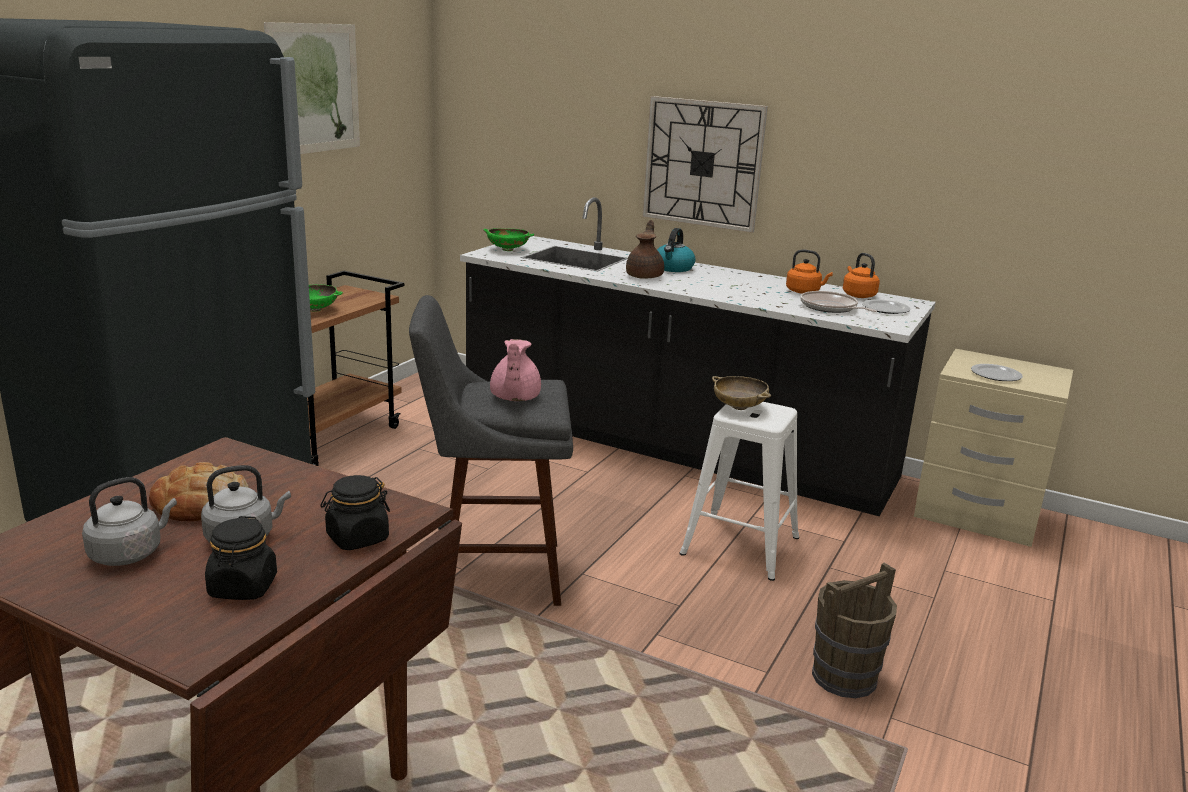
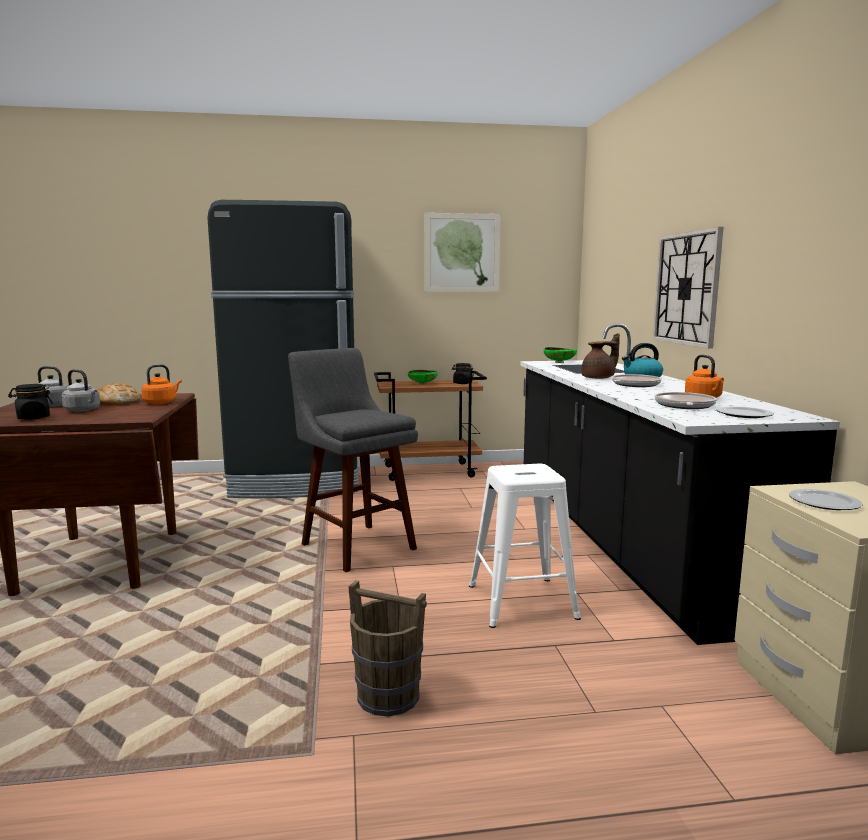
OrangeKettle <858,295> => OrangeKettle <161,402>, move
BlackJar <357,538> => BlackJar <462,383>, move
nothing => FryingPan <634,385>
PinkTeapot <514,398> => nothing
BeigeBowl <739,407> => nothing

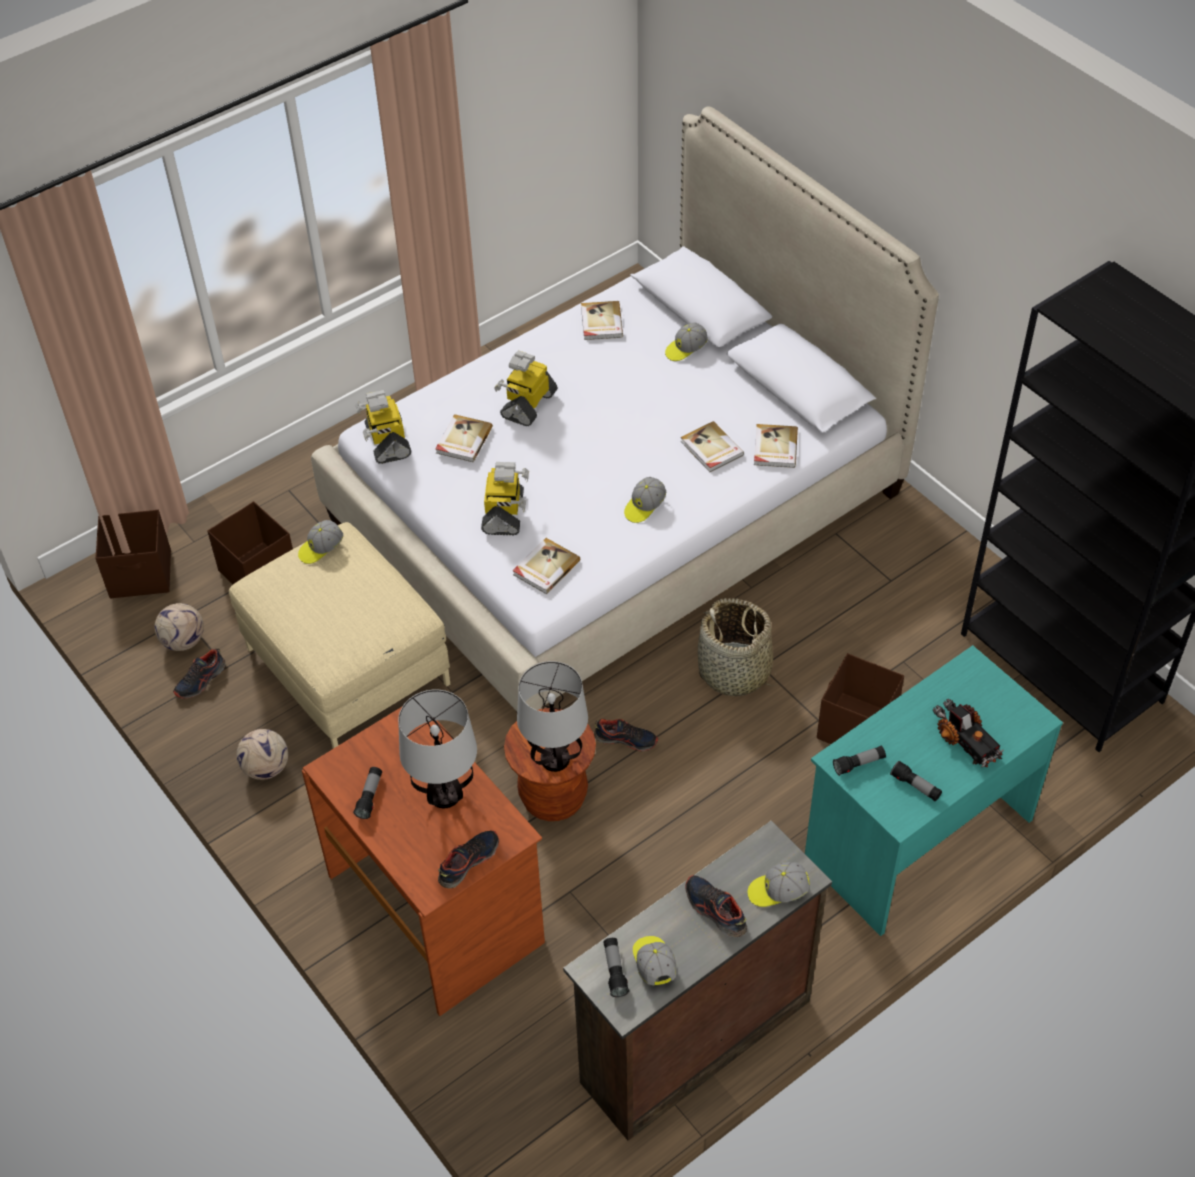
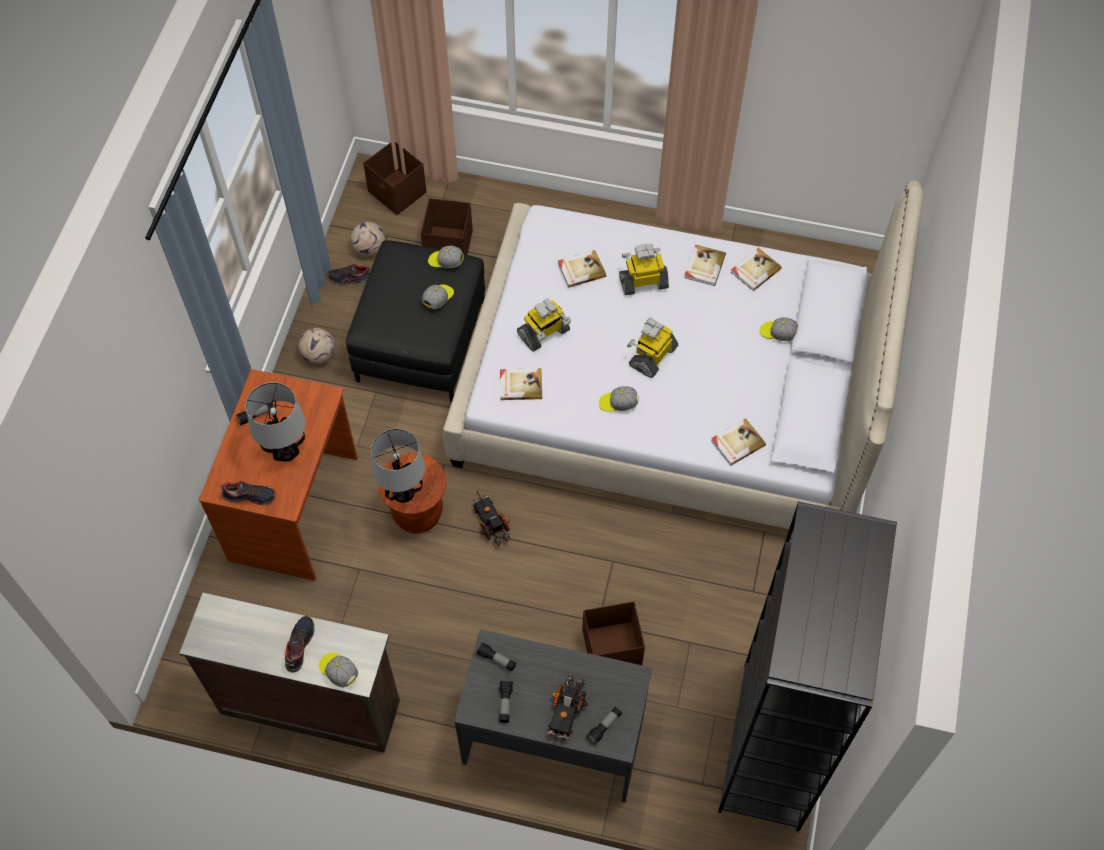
BeigeOttoman <348,666> => BlackOttoman <422,341>
Cap <653,964> => Cap <438,299>, move
TurquoiseDesk <916,838> => GreyDesk <553,739>
Shoe <626,739> => ToyTruck <491,523>
Flashlight <615,971> => Flashlight <604,727>, move
ToyRobot <387,441> => ToyRobot <652,356>, move
Book <711,449> => Book <704,266>, move
Basket <735,672> => nothing

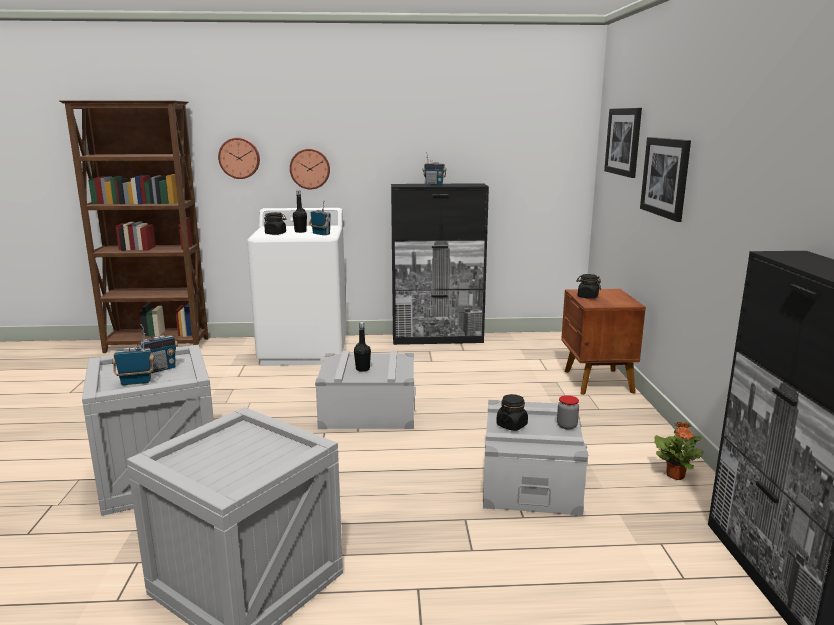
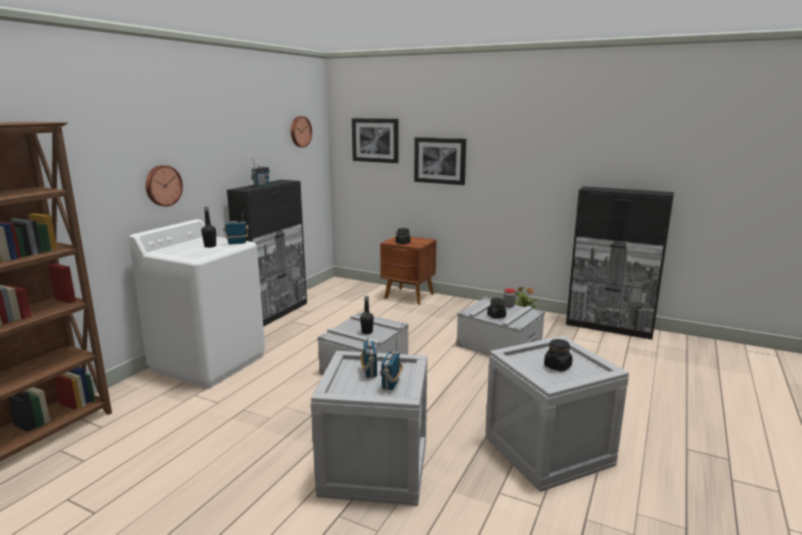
WallClock <239,158> => WallClock <300,131>, move
BlackJar <275,233> => BlackJar <557,366>, move

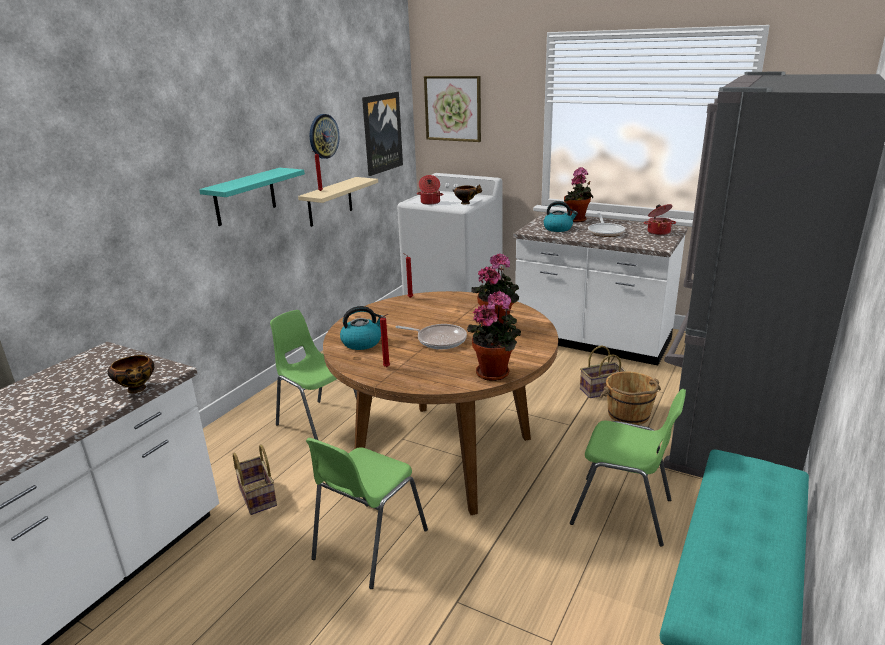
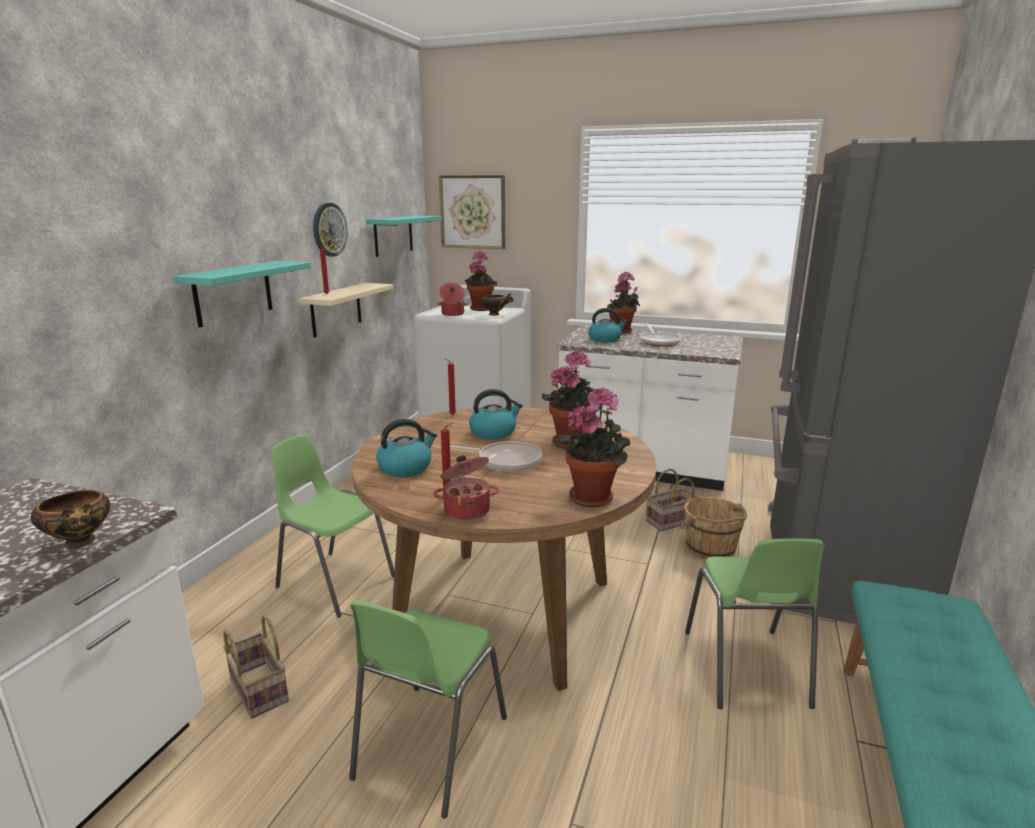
Picture <381,133> => TurquoiseShelf <393,235>
CookingPot <658,232> => CookingPot <467,510>, move
nothing => PottedPlant <480,308>
nothing => Kettle <494,432>
GreenChair <622,512> => GreenChair <746,669>, 75 degrees clockwise

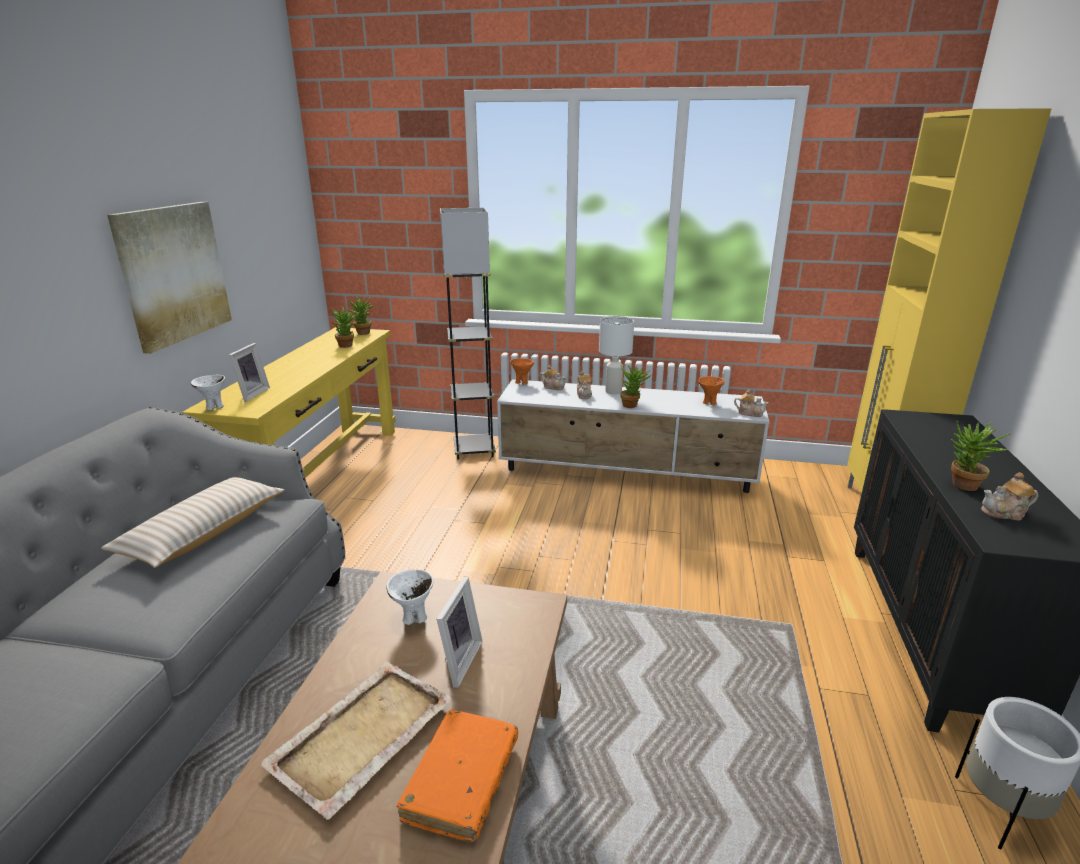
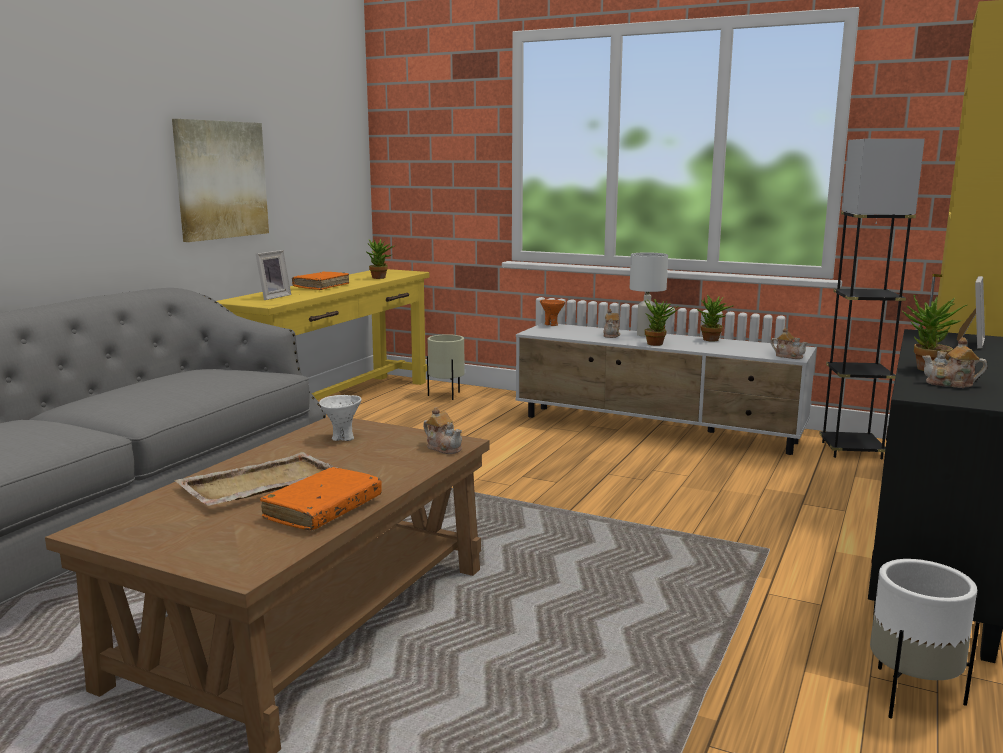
nothing => OrangeBook <321,286>
Teapot <553,387> => Teapot <444,448>, move
nothing => BeigePlanter <447,396>
PottedPlant <364,333> => PottedPlant <712,340>, move
GreyFloorLamp <474,450> => GreyFloorLamp <851,450>, move
PictureFrame <456,661> => PictureFrame <969,342>, move
BeigePillow <203,532> => nothing
WhiteBowl <214,407> => nothing
OrangeBowl <709,403> => nothing

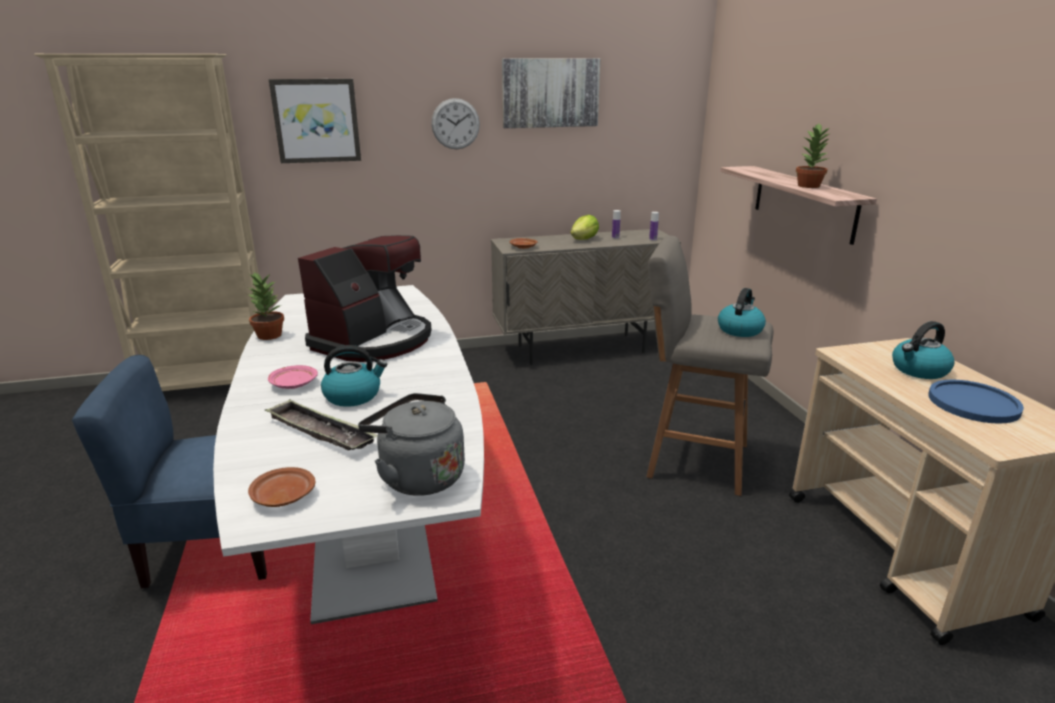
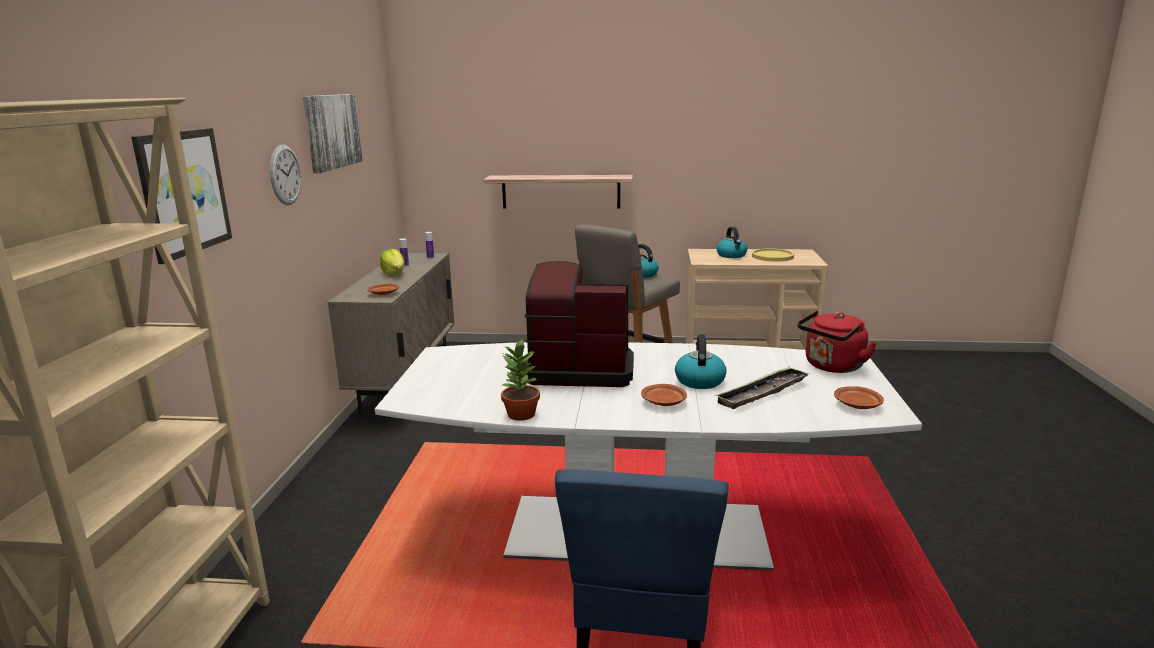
CoffeeMachine <374,341> => CoffeeMachine <579,369>, 45 degrees counterclockwise
PinkPlate <293,384> => BrownPlate <663,402>
BluePlate <973,403> => YellowPlate <772,256>
GreyKettle <417,476> => RedKettle <832,367>
PottedPlant <809,186> => nothing

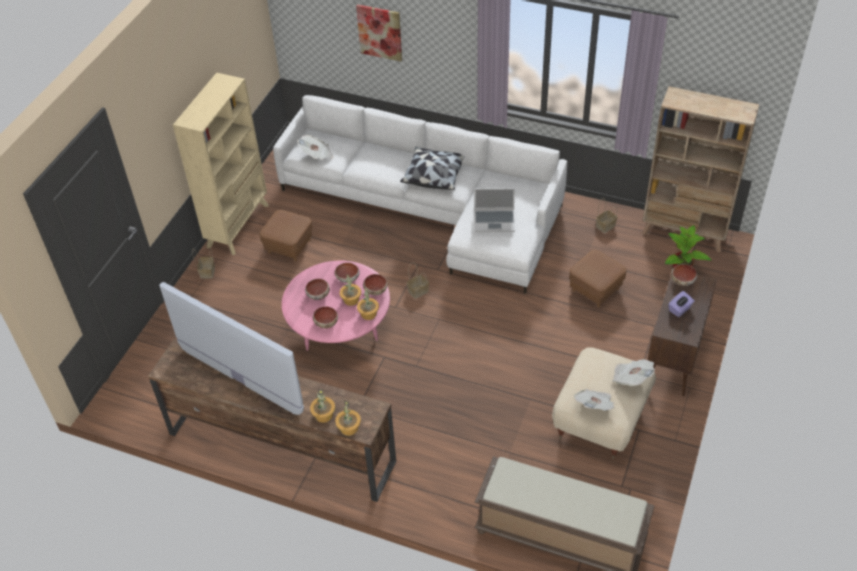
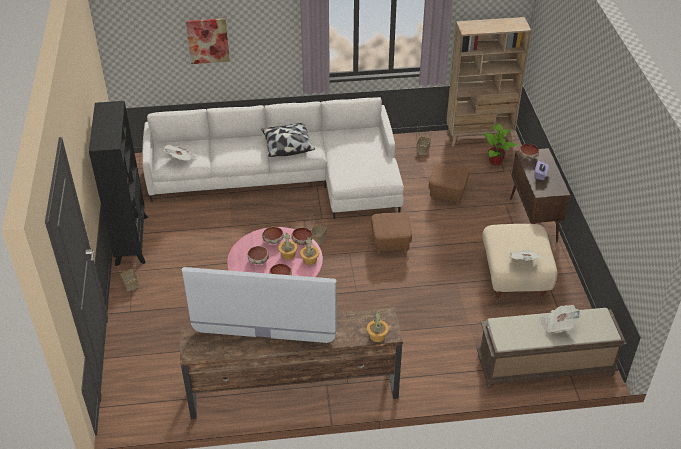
BeigeBookcase <238,225> => BlackBookcase <132,240>
BrownOttoman <289,246> => BrownOttoman <390,243>, move
Newspaper <631,378> => Newspaper <557,325>, move
PottedPlant <324,415> => nothing
Laptop <495,221> => nothing

